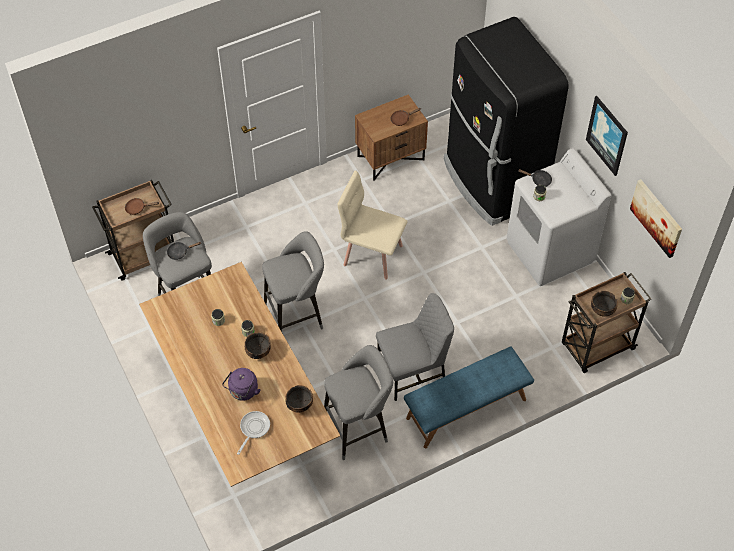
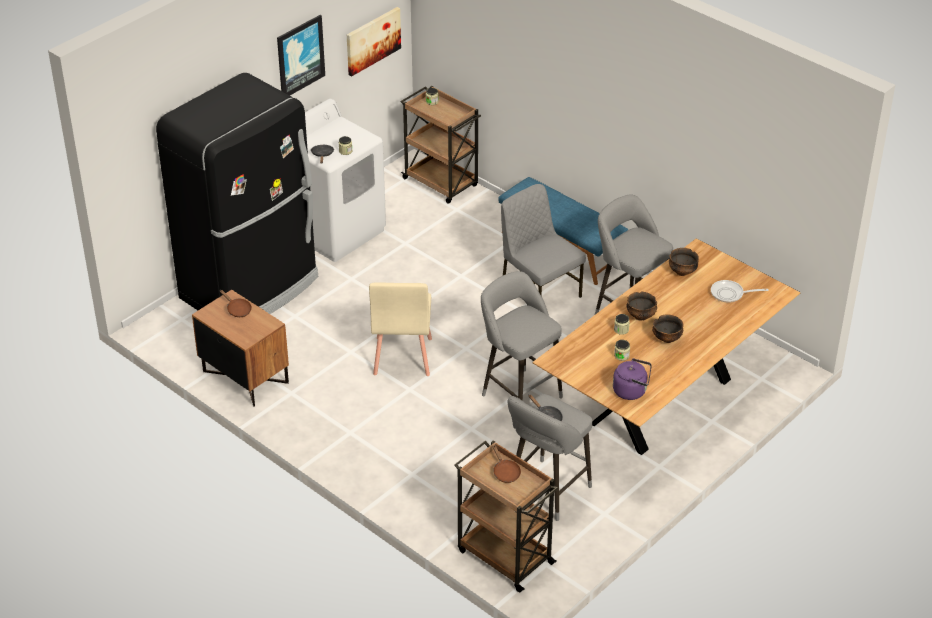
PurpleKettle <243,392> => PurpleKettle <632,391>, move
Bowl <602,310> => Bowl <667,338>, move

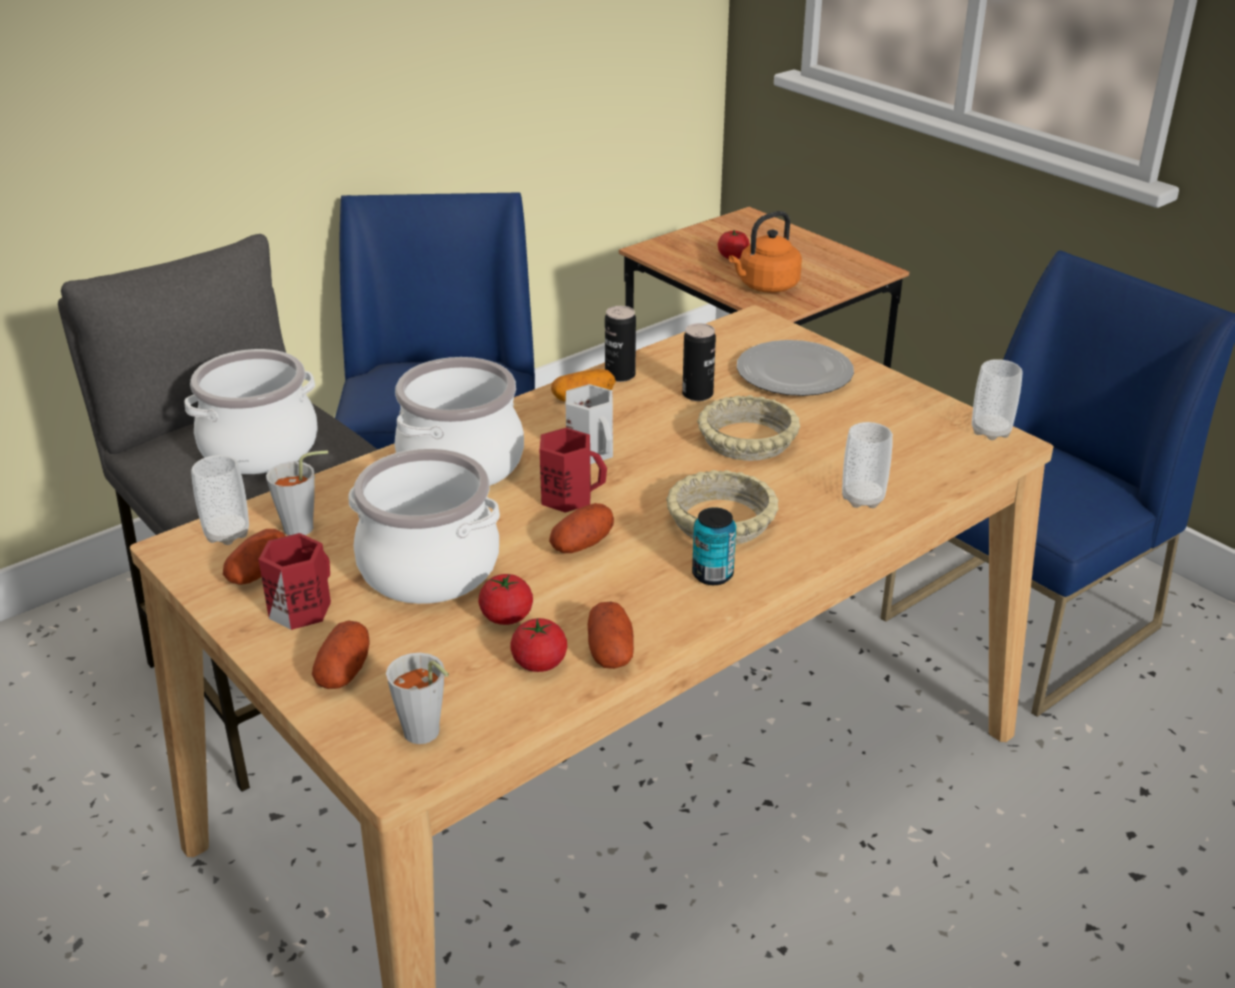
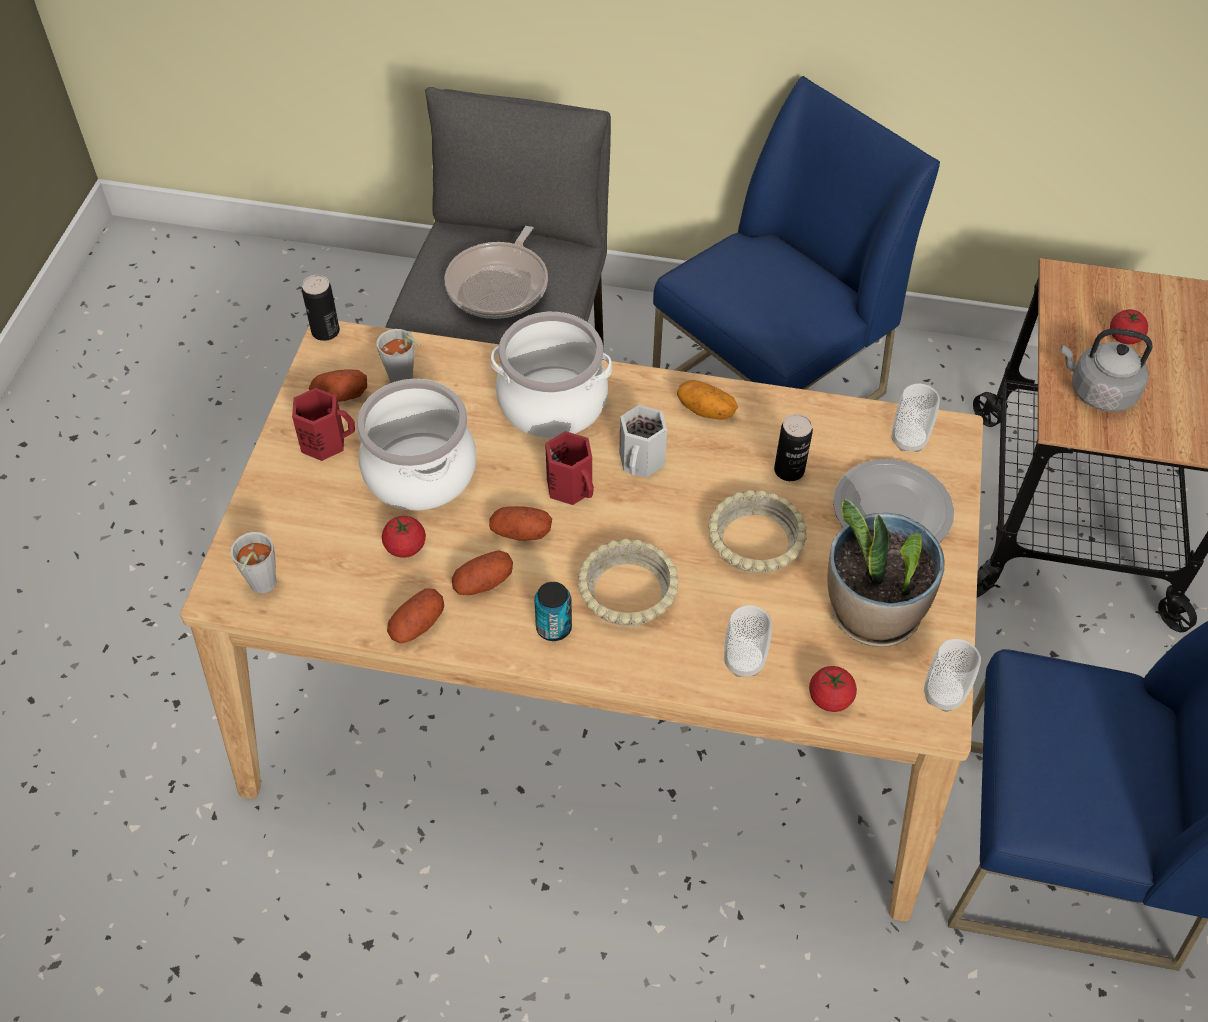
Can <620,375> => Can <325,331>, move
CookingPot <259,448> => FryingPan <501,283>
Potato <344,672> => Potato <483,583>, move
Tomato <539,663> => Tomato <830,698>, move
nothing => PottedPlant <872,614>
Cup <227,534> => Cup <908,440>, move
OrangeKettle <765,286> => GreyKettle <1098,392>

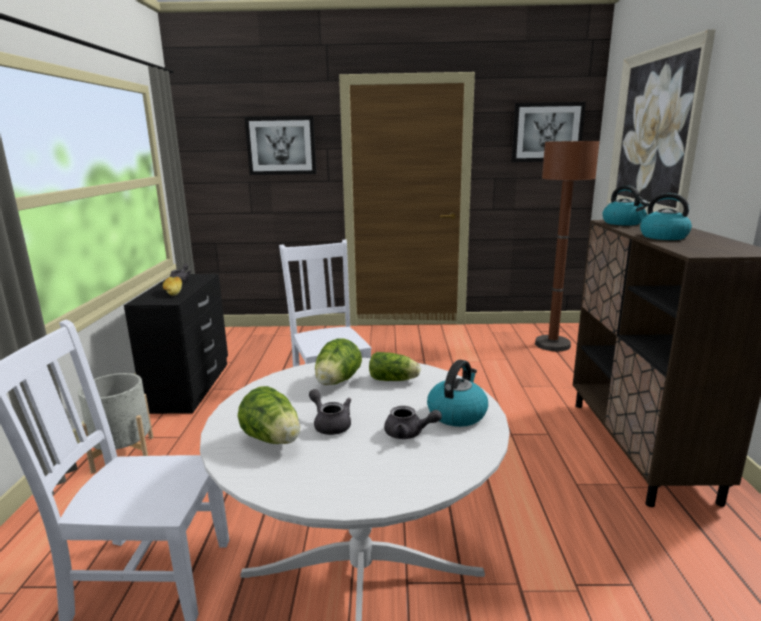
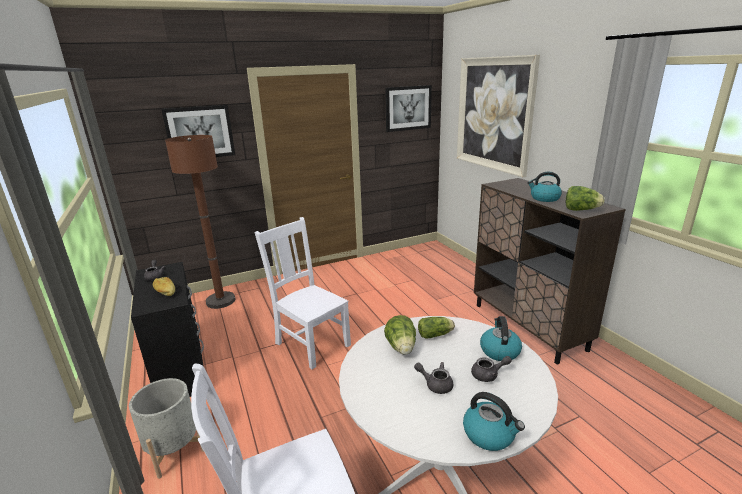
BrownFloorLamp <552,344> => BrownFloorLamp <221,301>, move
Kettle <623,223> => Kettle <489,434>, move
Lettuce <273,439> => Lettuce <581,210>, move

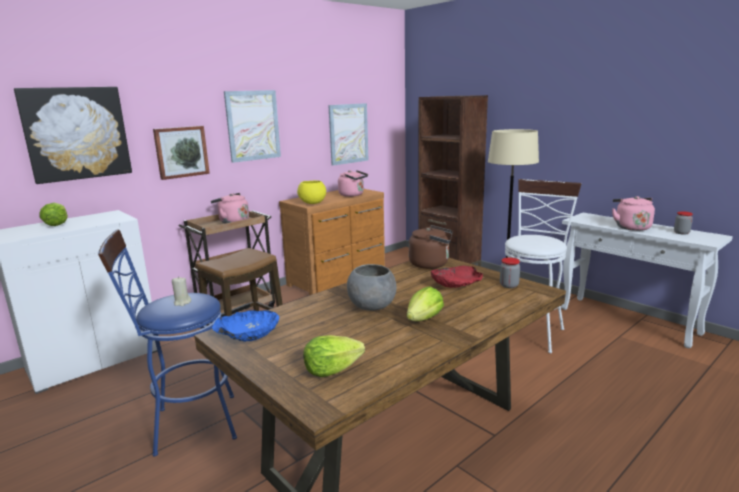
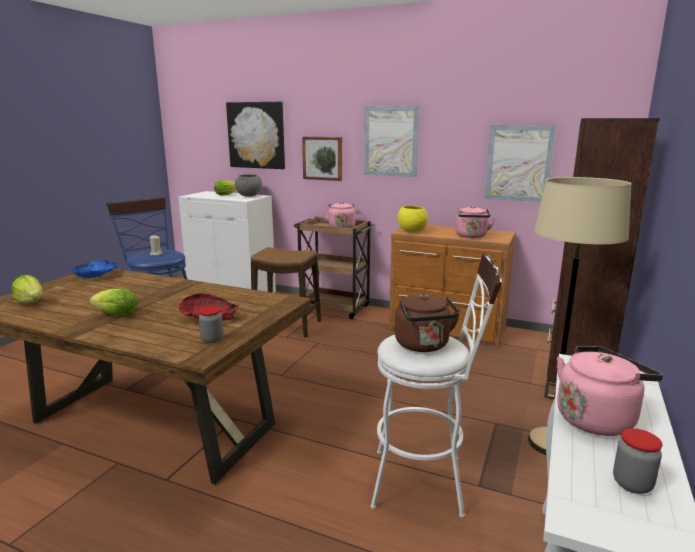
GreyBowl <371,307> => GreyBowl <249,196>, move
BrownKettle <431,264> => BrownKettle <423,346>, move

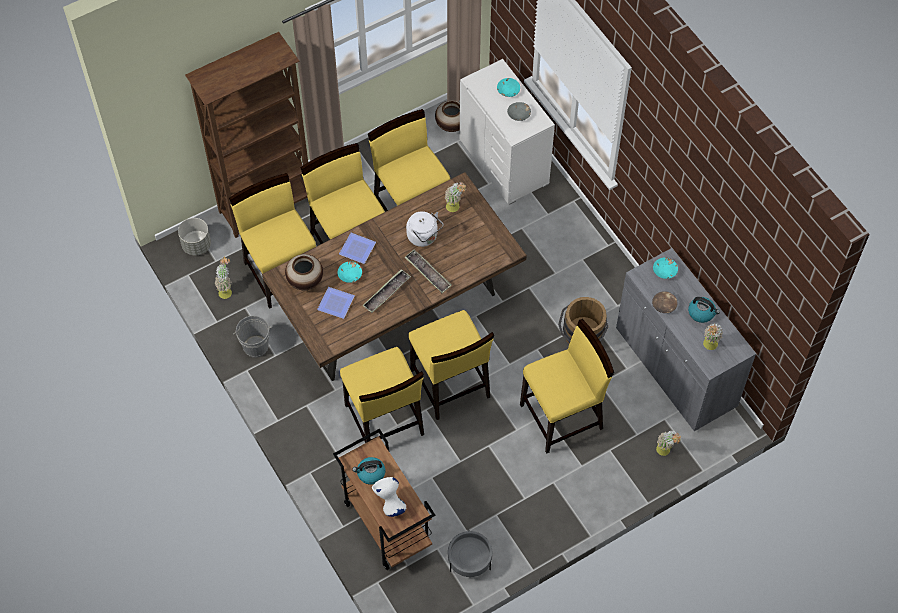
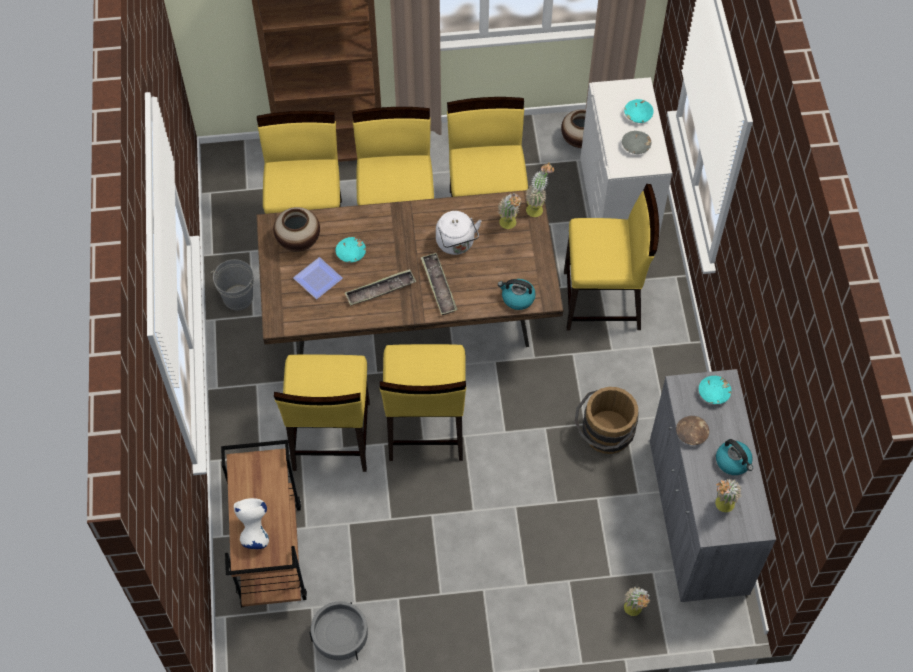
Kettle <370,473> => Kettle <517,298>, move
PottedPlant <226,290> => PottedPlant <537,207>, move
YellowChair <562,417> => YellowChair <603,301>, move
GreyPlanter <197,245> => nothing
Plate <356,249> => nothing

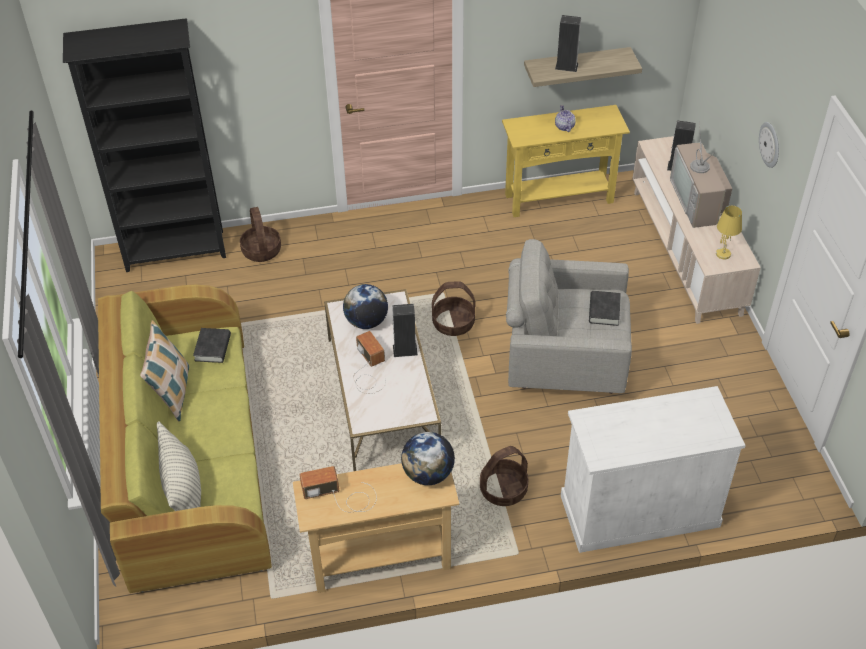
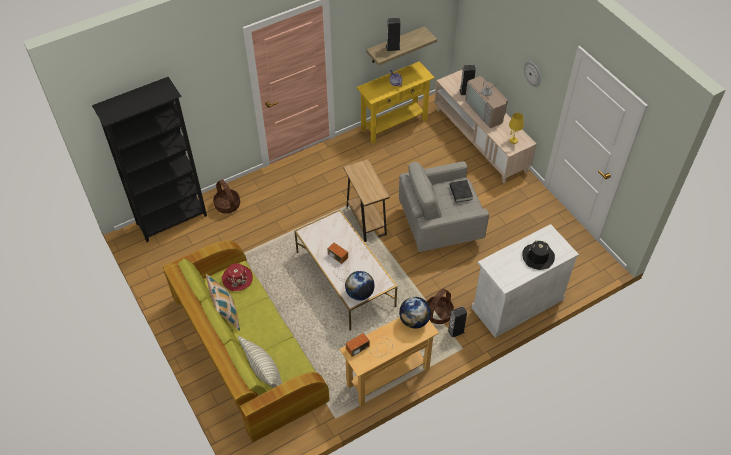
BlackBook <213,348> => RedHat <237,278>
Basket <453,323> => BrownSideTable <366,221>
Globe <366,322> => Globe <359,293>, move
Speaker <405,350> => Speaker <456,331>, move
nothing => BlackHat <537,257>

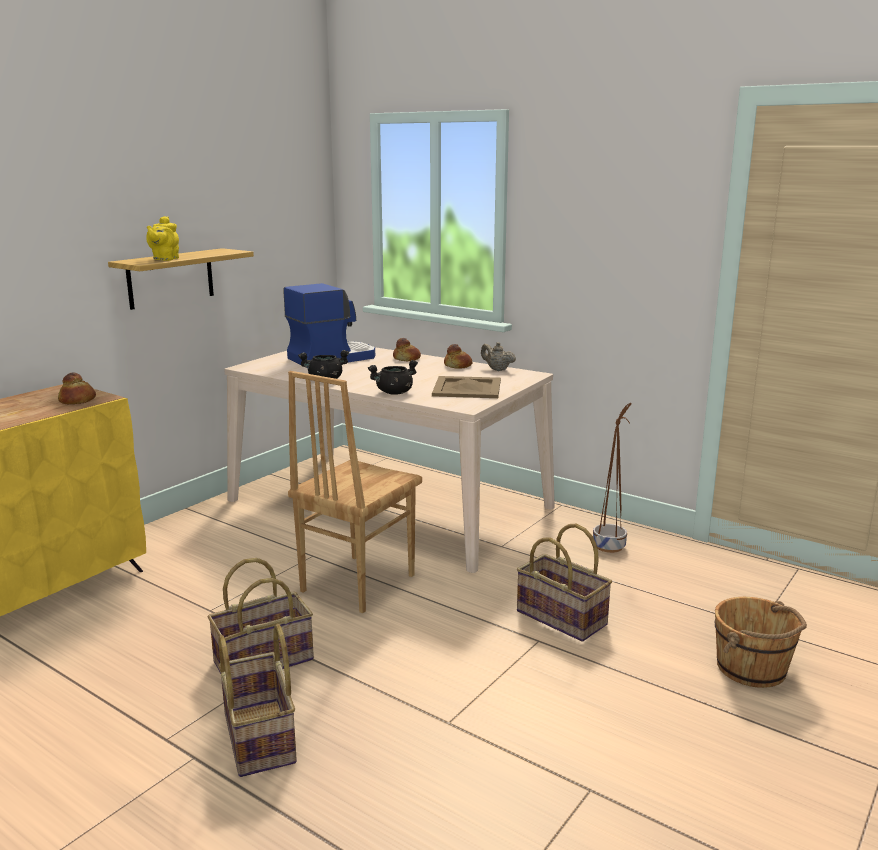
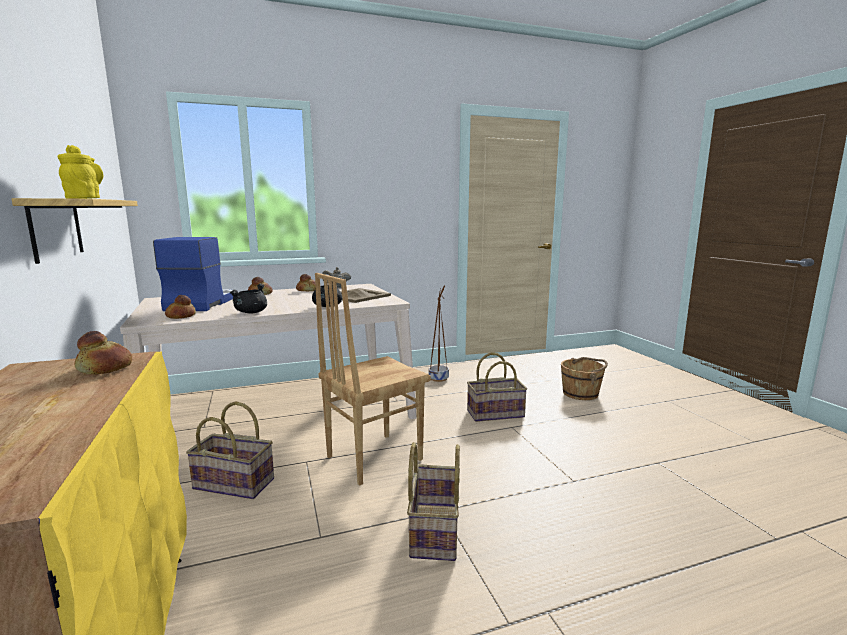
YellowTeapot <164,259> => YellowTeapot <84,198>, 150 degrees counterclockwise
nothing => Bread <180,316>
Basket <261,737> => Basket <235,483>, move
BrownChair <356,583> => BrownChair <373,458>, 75 degrees clockwise

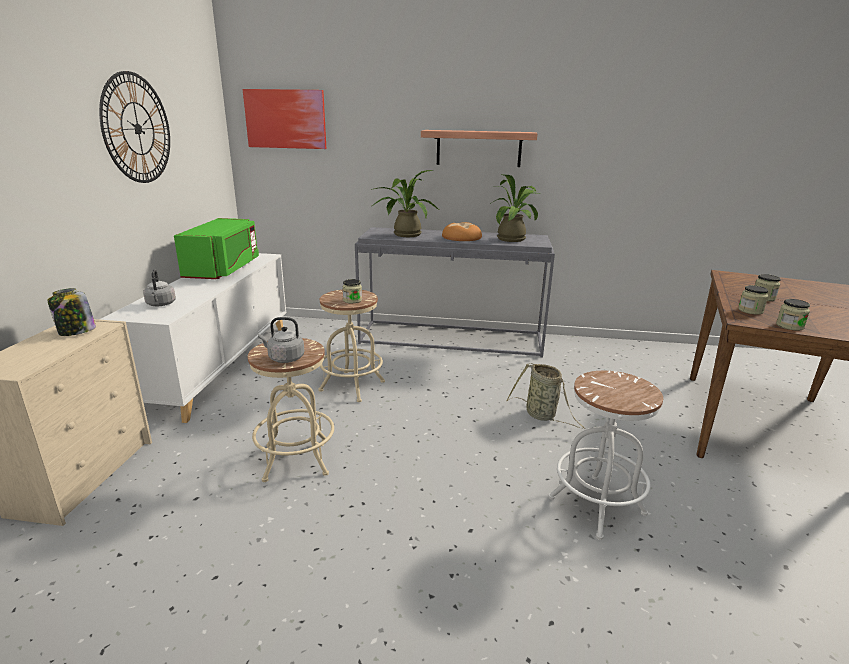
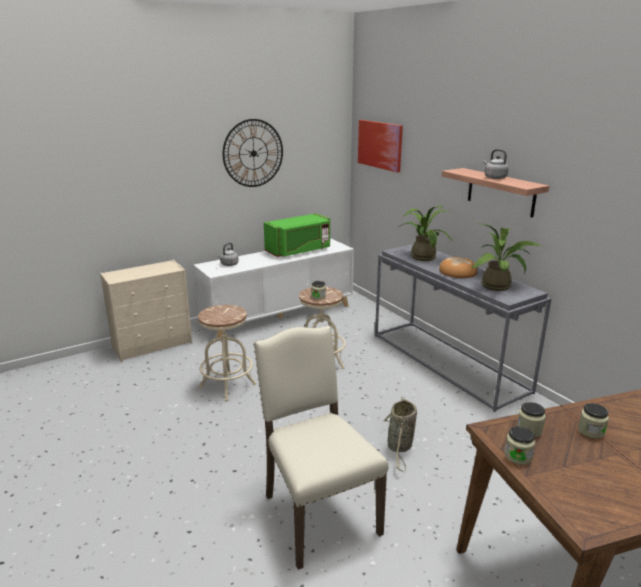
WhiteStool <596,506> => BeigeChair <317,513>
GreyKettle <284,358> => GreyKettle <494,177>, move
Jar <76,332> => nothing

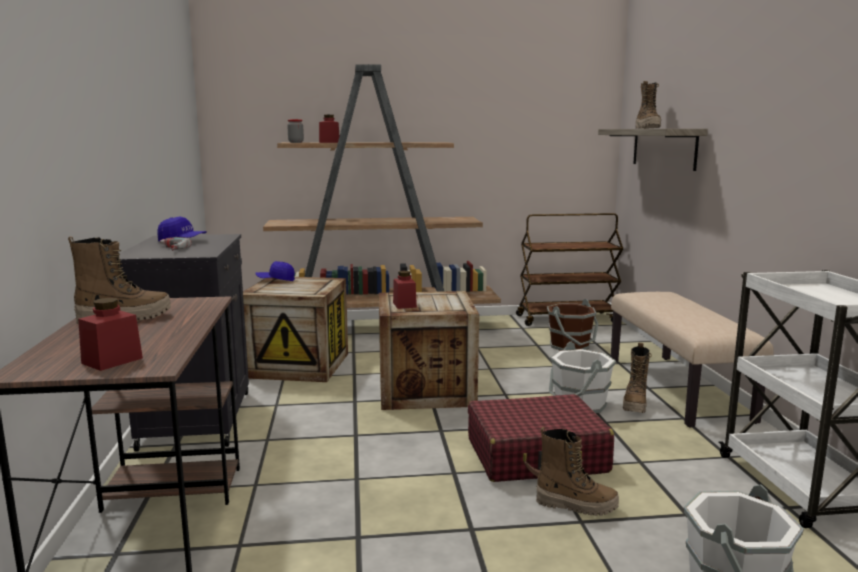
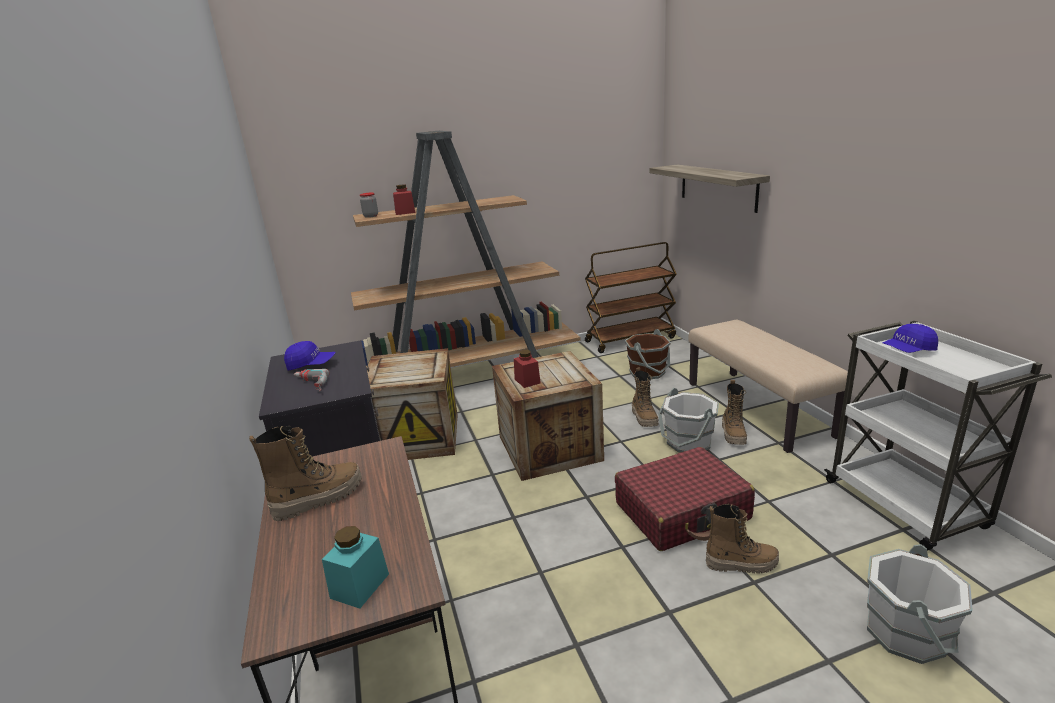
RedJar <112,361> => TurquoiseJar <360,586>
Boot <647,128> => Boot <644,418>, move
BlueCap <276,280> => BlueCap <908,350>, move

